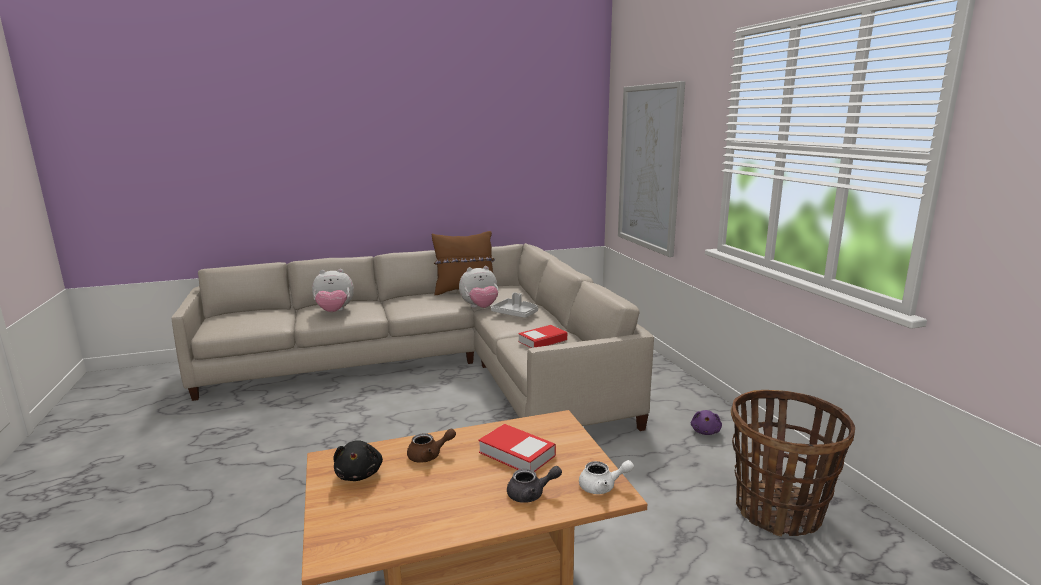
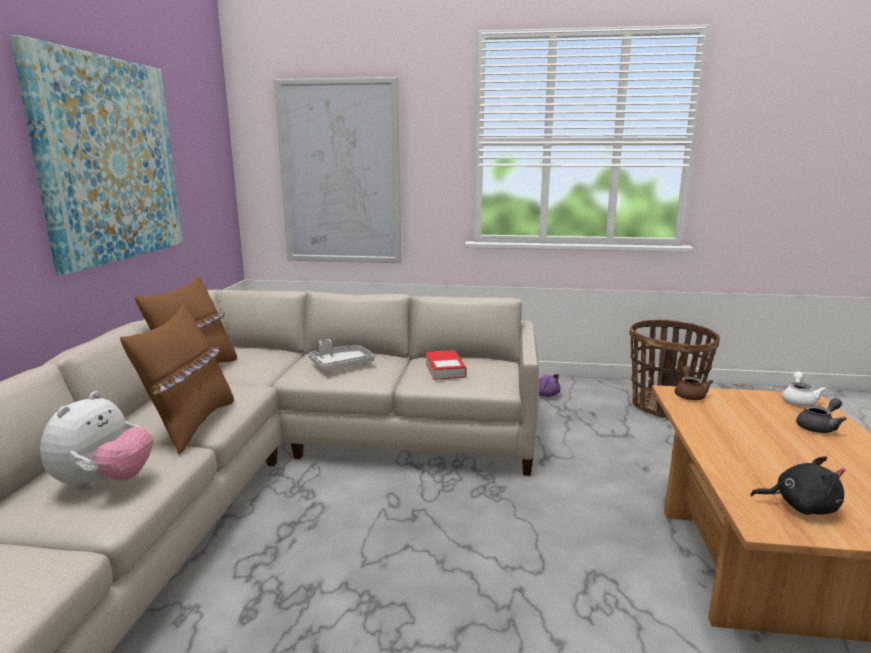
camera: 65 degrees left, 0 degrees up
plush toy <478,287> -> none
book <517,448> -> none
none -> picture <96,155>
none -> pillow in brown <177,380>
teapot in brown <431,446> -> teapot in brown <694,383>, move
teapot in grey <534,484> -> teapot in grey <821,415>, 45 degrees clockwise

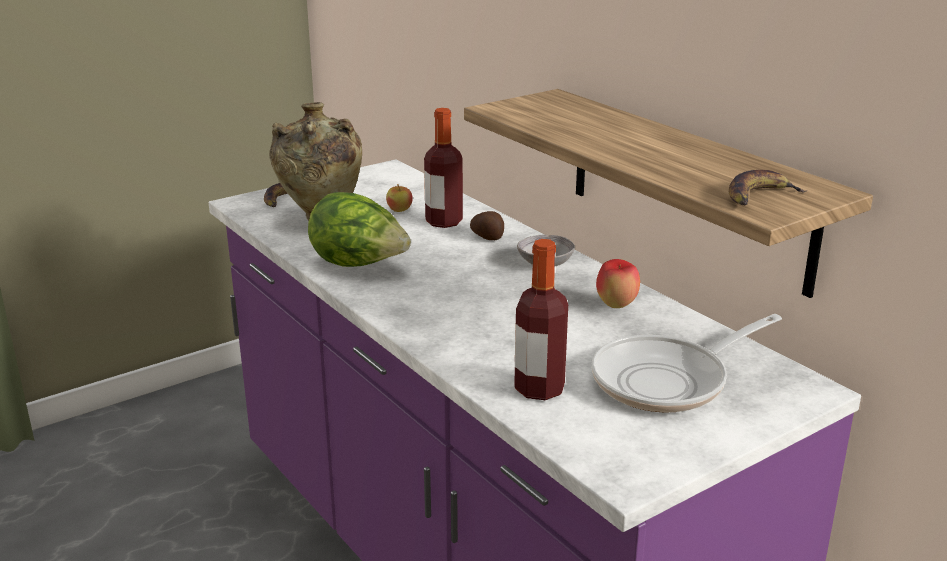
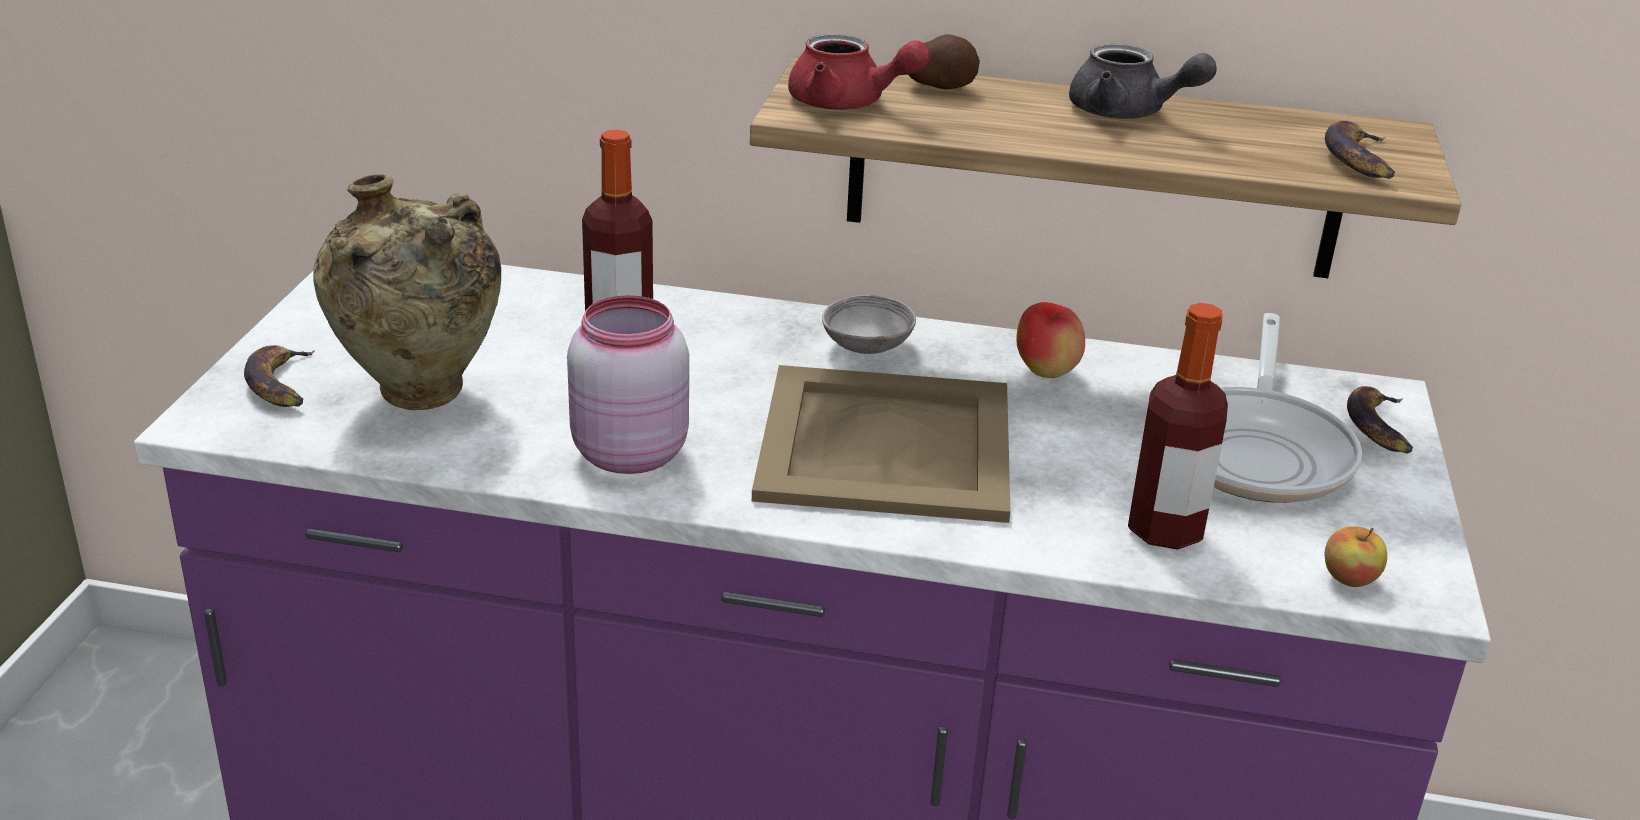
camera: 45 degrees left, 5 degrees up
none -> tray in beige <881,444>
none -> teapot in red <859,72>
none -> teapot in grey <1143,81>
none -> banana <1380,420>
apple <399,198> -> apple <1355,556>, move
potato <487,225> -> potato <944,61>, move
lettuce <359,229> -> jar in pink <628,384>

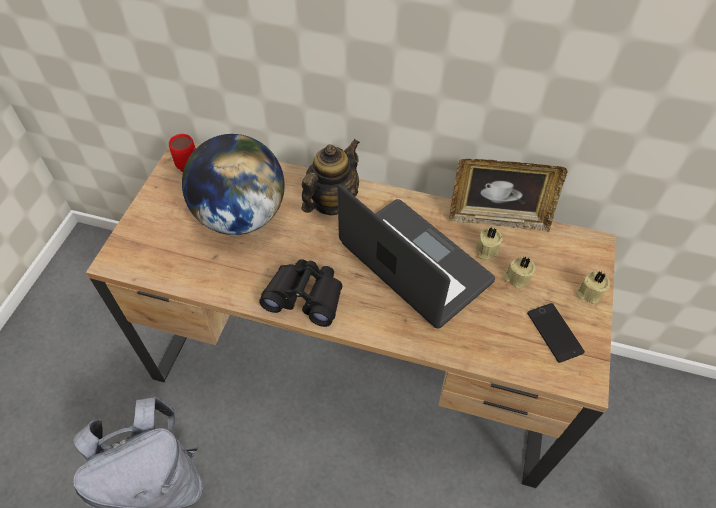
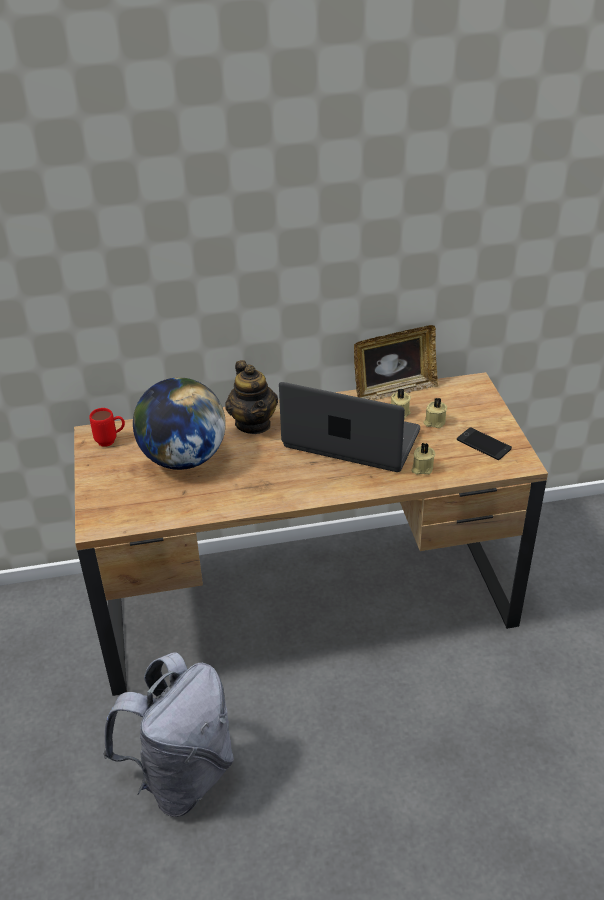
camera: 25 degrees left, 15 degrees down
binoculars in black <301,293> -> none
candle in beige <592,287> -> candle in beige <423,459>, move
teapot <331,177> -> teapot <251,397>, 150 degrees clockwise

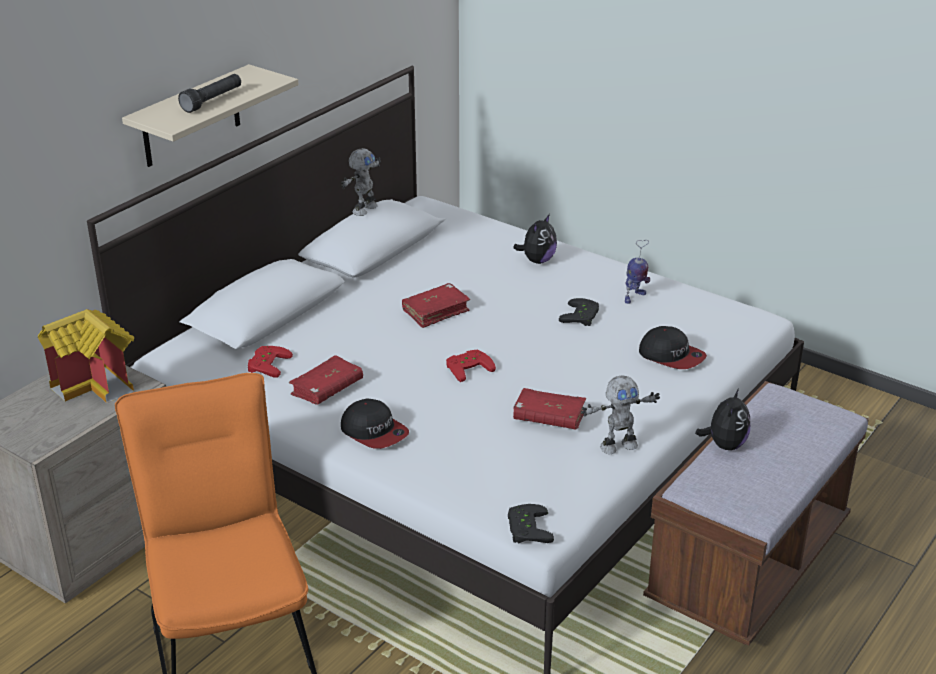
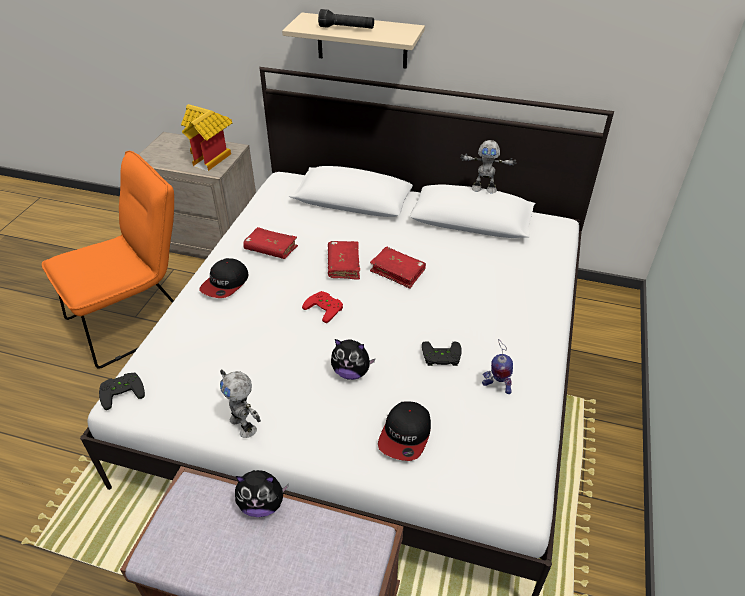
camera: 70 degrees right, 10 degrees up
game controller in red <270,362> -> none
plush toy <535,239> -> plush toy <353,359>, move
book in red <549,409> -> book in red <344,260>, move

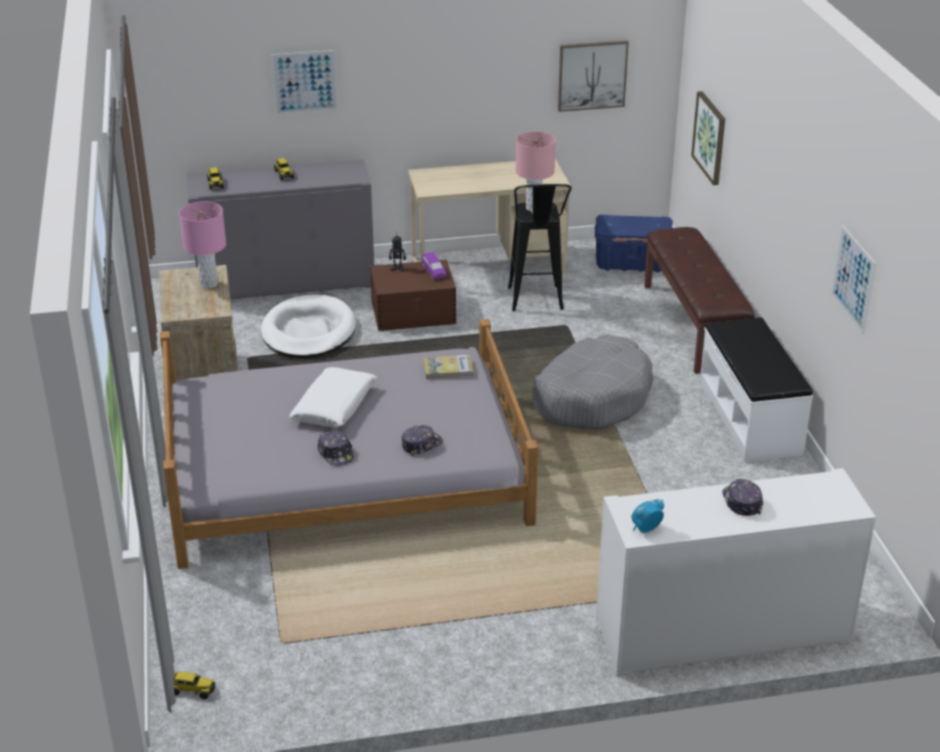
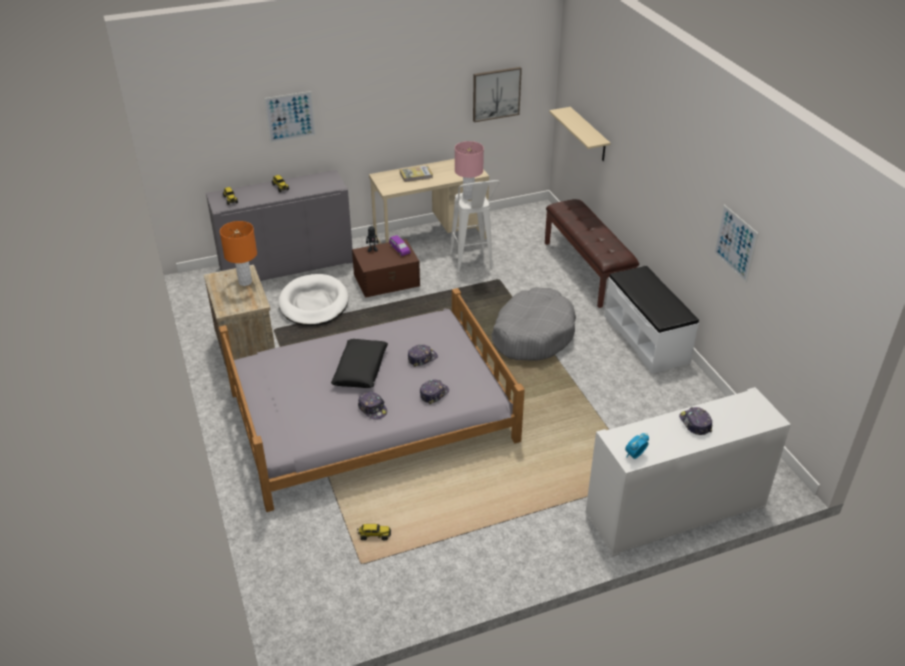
camera: 10 degrees left, 5 degrees up
storage box in blue <634,244> -> none
none -> cap <423,356>
toy truck <195,685> -> toy truck <374,532>, move
book <448,367> -> book <416,173>, move
picture <708,138> -> shelf in beige <580,134>
table lamp in pink <202,245> -> table lamp in orange <238,253>
pillow in white <333,397> -> pillow in black <359,363>
stool in black <540,247> -> stool in white <474,226>

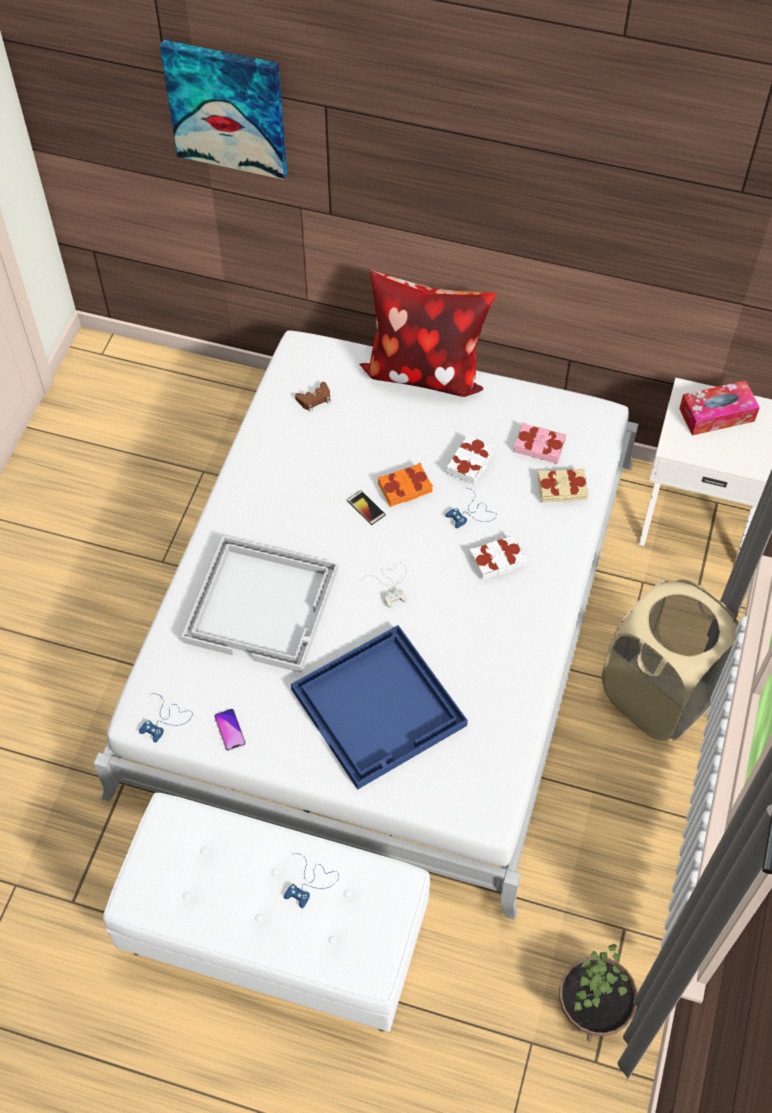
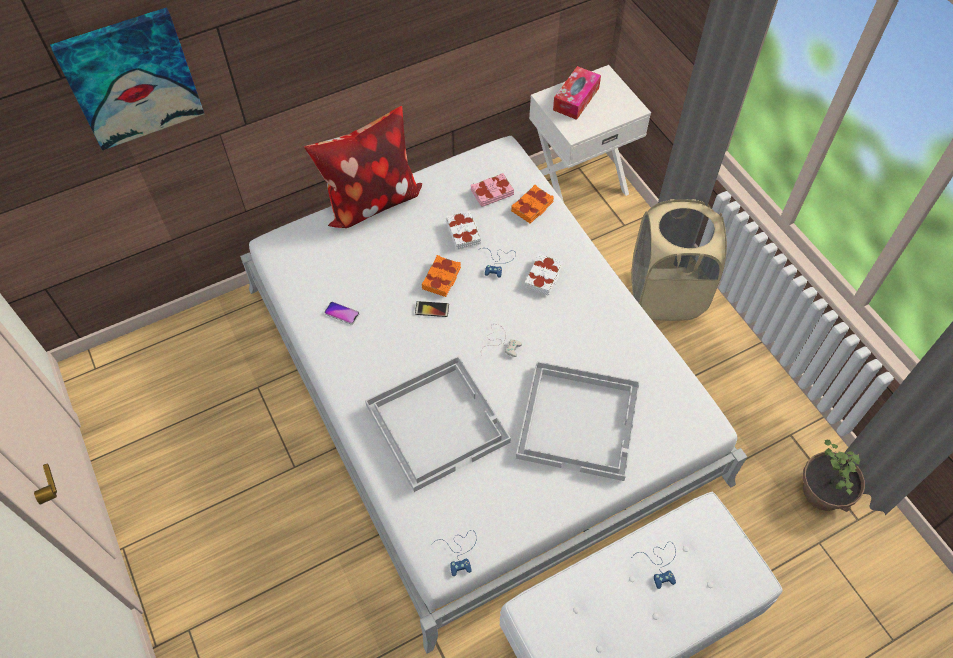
camera: 45 degrees left, 0 degrees up
game controller in brown <312,397> -> none
phone <230,730> -> phone <342,313>, move
tray in blue <379,707> -> tray in white <578,421>
book in beige <563,485> -> book in orange <532,204>

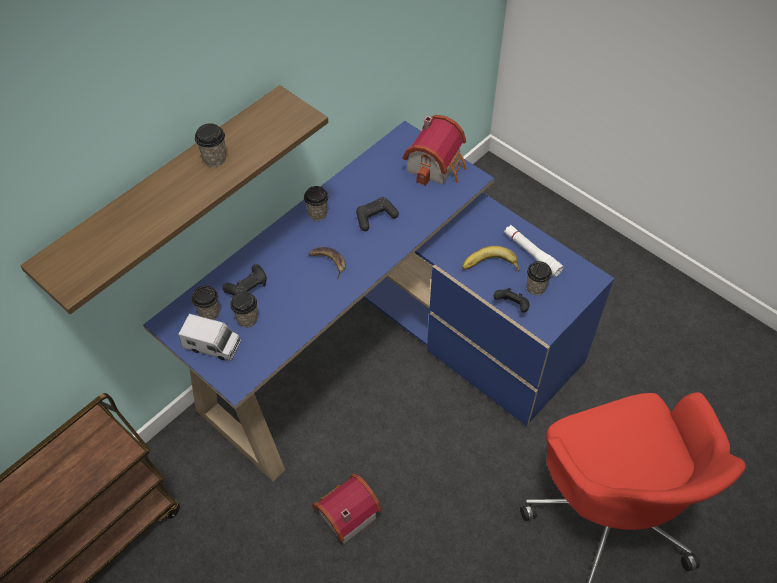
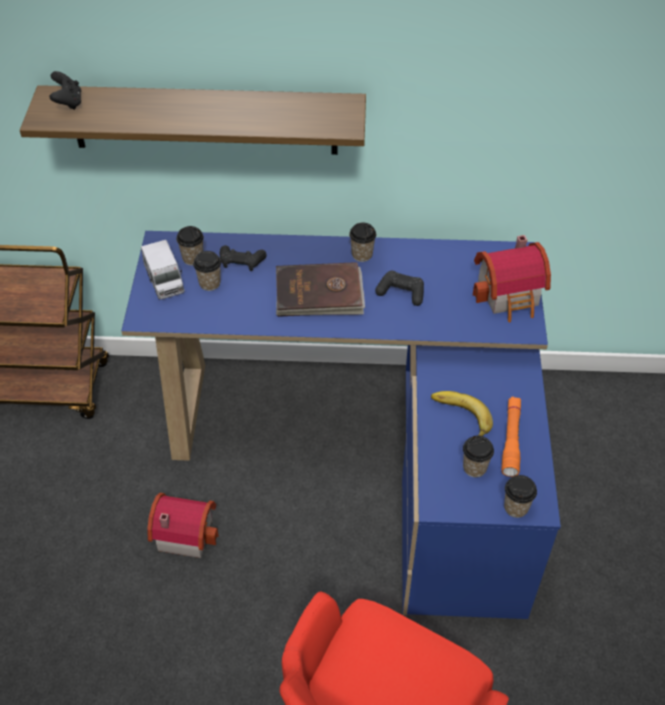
camera: 50 degrees right, 5 degrees down
cup <210,145> -> cup <520,496>, move
game controller in black <512,300> -> game controller in black <65,90>, move
banana <327,263> -> book in brown <320,289>
flashlight in white <534,251> -> flashlight in orange <511,436>

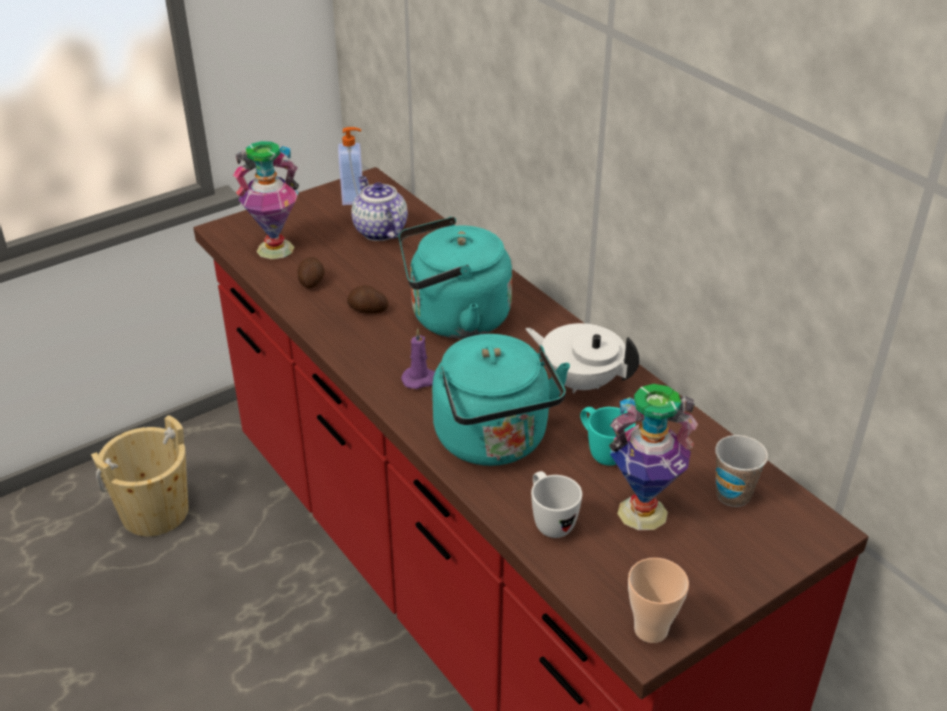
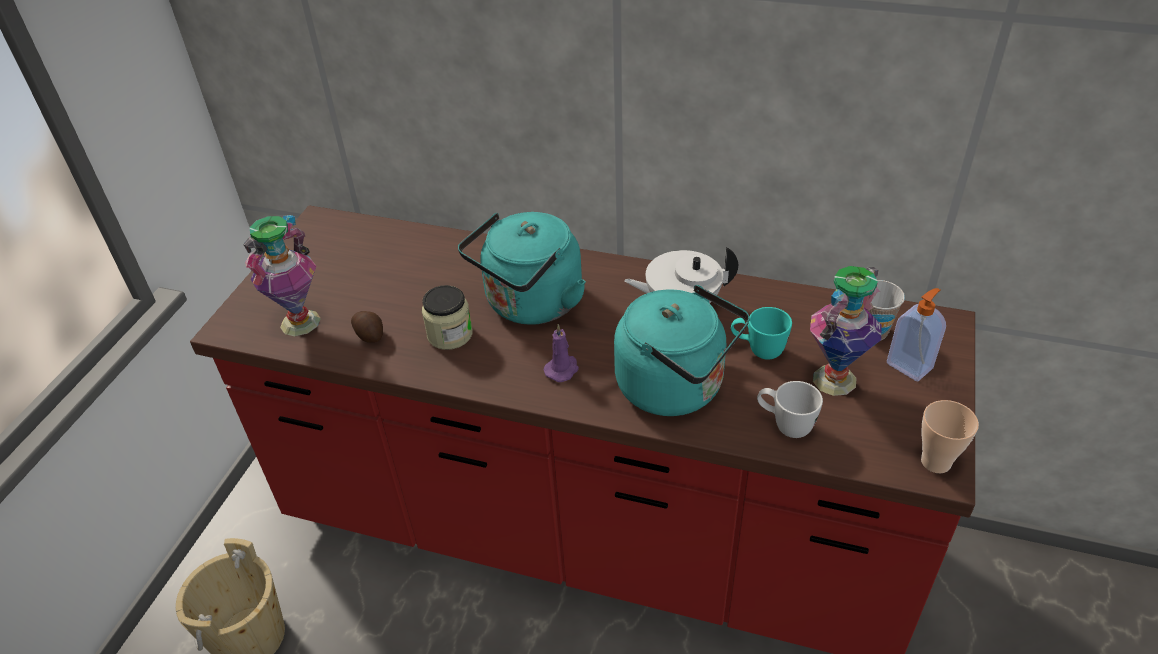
camera: 35 degrees left, 5 degrees up
teapot <379,208> -> none
soap dispenser <350,166> -> soap dispenser <916,334>, move
potato <368,299> -> jar <447,317>

